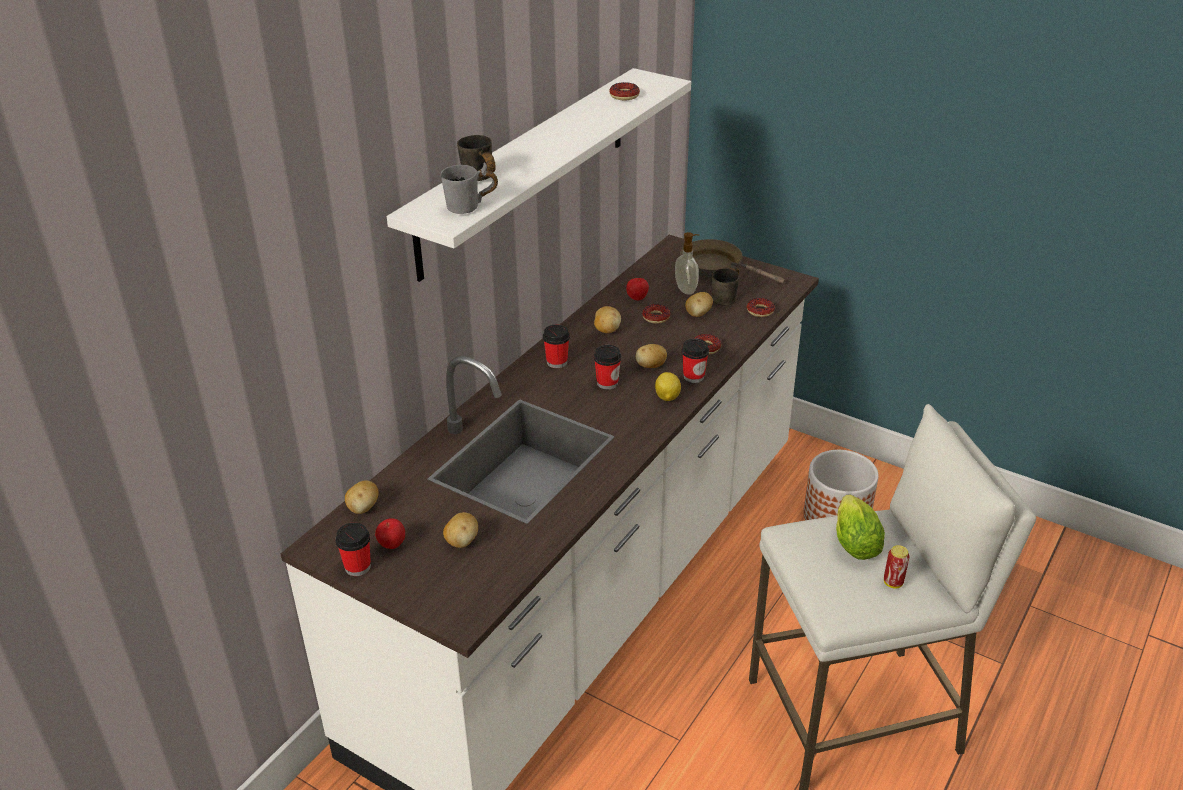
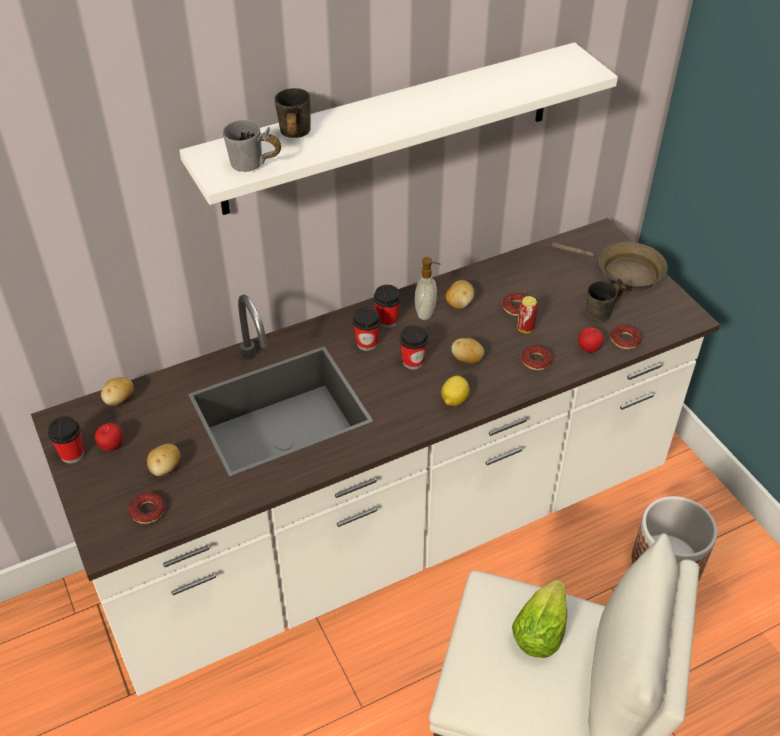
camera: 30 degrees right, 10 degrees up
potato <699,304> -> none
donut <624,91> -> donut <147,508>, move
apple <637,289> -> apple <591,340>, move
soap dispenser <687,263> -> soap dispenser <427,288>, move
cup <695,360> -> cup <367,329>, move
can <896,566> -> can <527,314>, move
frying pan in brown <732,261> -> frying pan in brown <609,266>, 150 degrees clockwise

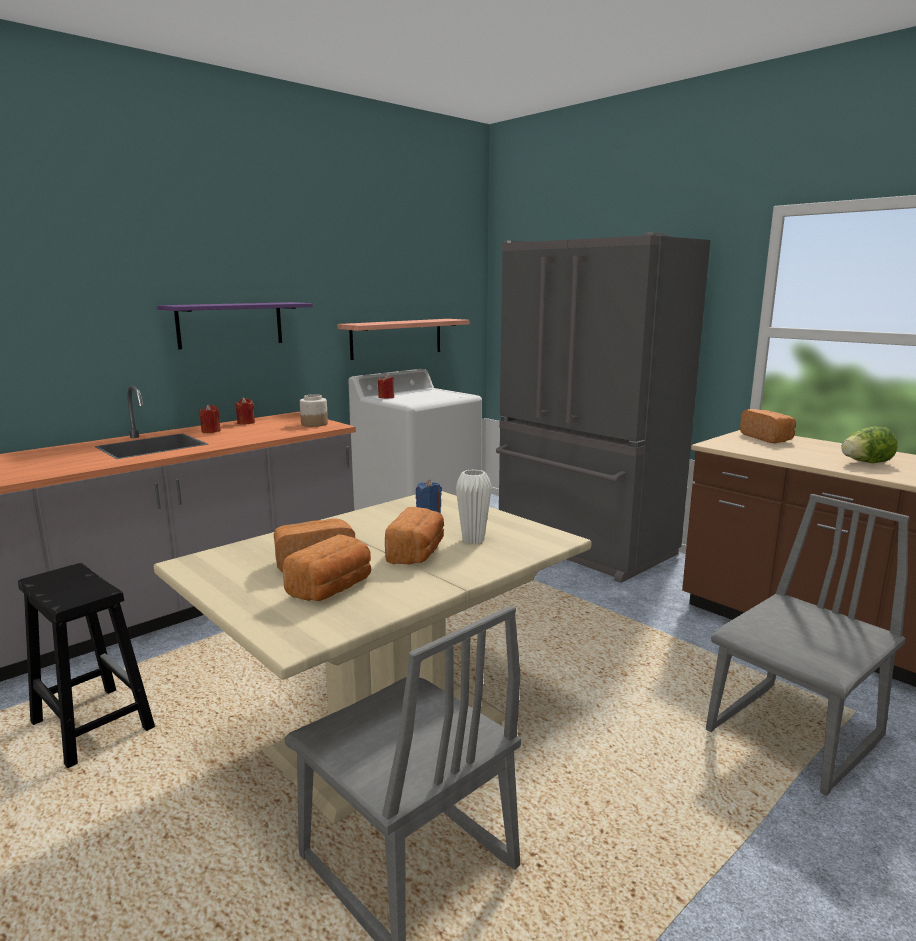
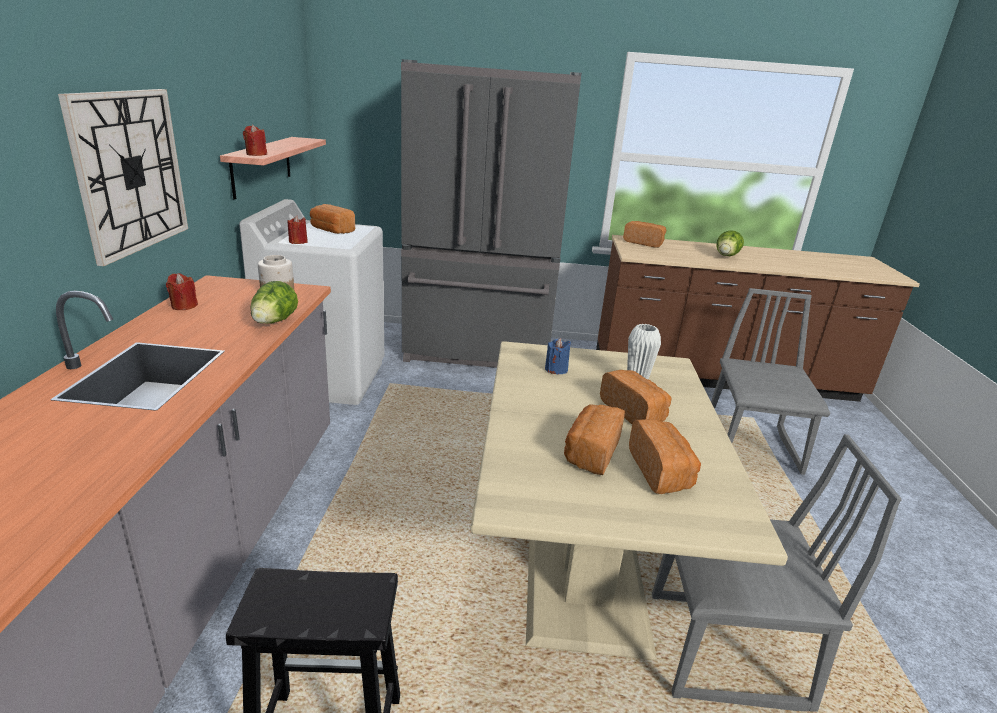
camera: 45 degrees left, 10 degrees up
none -> lettuce <274,302>
none -> bread <332,219>
candle in red <210,418> -> candle in red <255,140>, move
shelf in purple <235,326> -> wall clock <123,177>

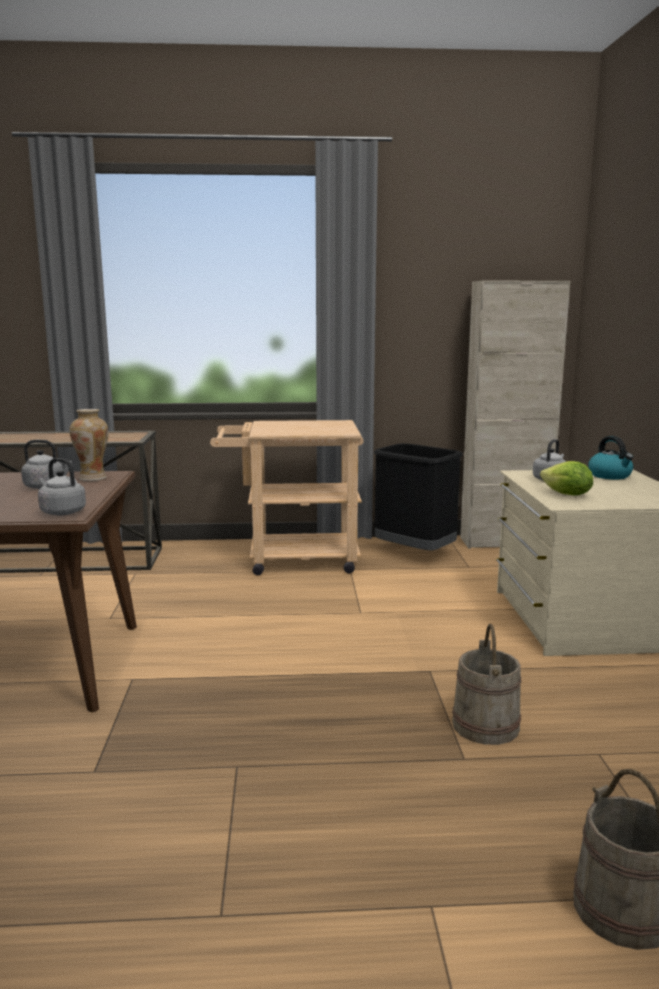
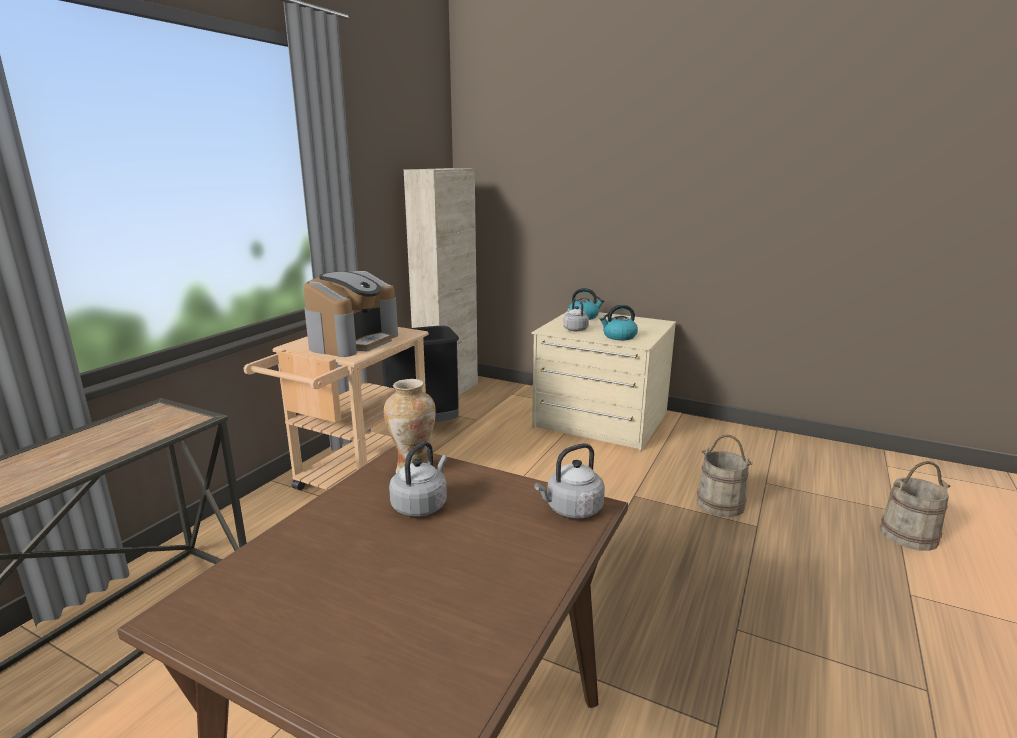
camera: 60 degrees left, 5 degrees up
none -> coffee machine <351,314>
lettuce <566,478> -> kettle <619,322>

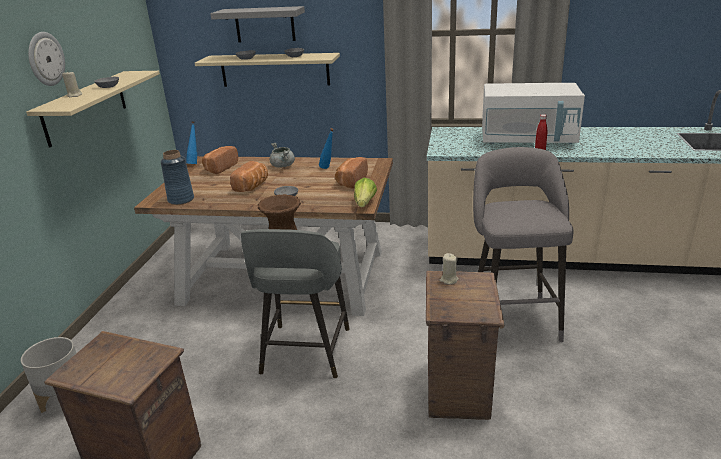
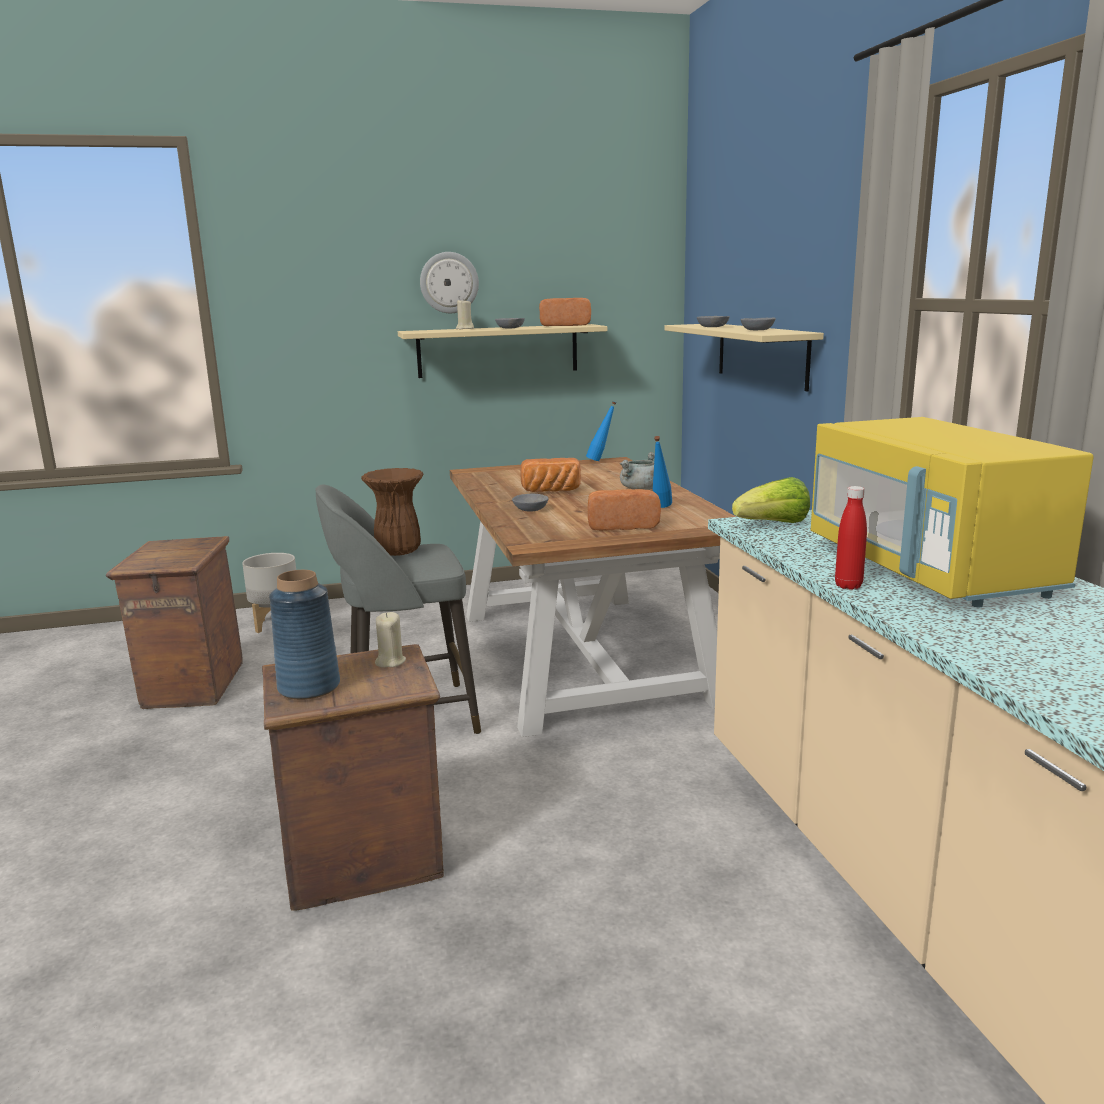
camera: 65 degrees right, 10 degrees down
shelf in grey <257,24> -> none
stool in grey <523,244> -> none
vase in blue <177,177> -> vase in blue <304,635>, move
bread <220,160> -> bread <565,312>, move
lettuce <365,192> -> lettuce <771,500>, move
microwave in white <533,113> -> microwave in yellow <952,512>

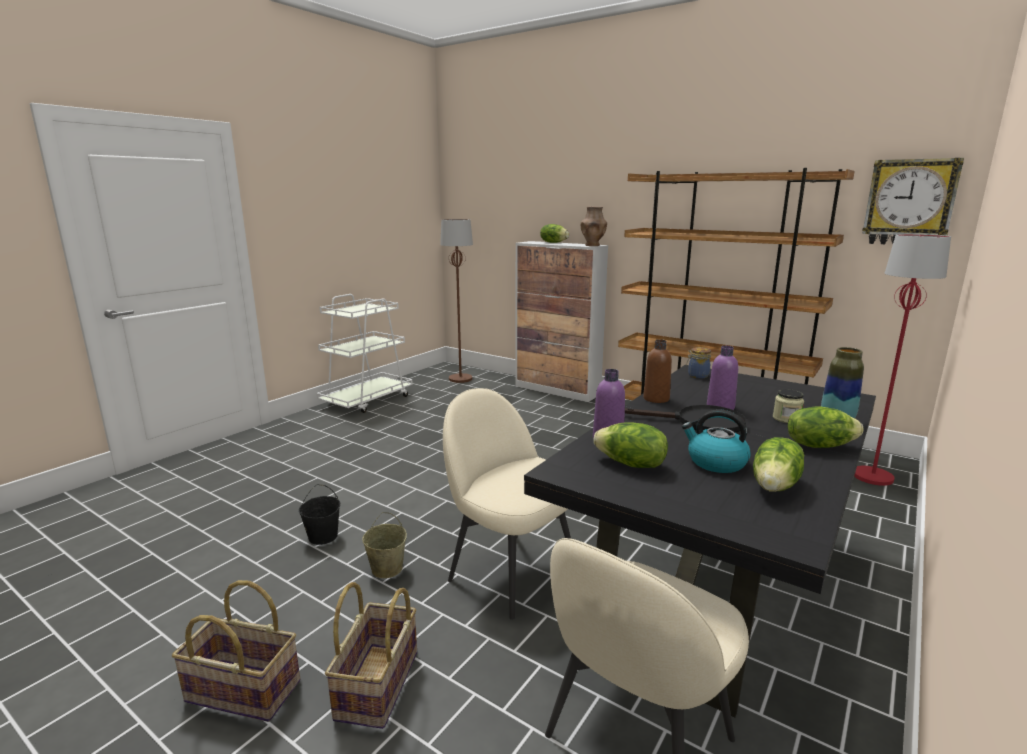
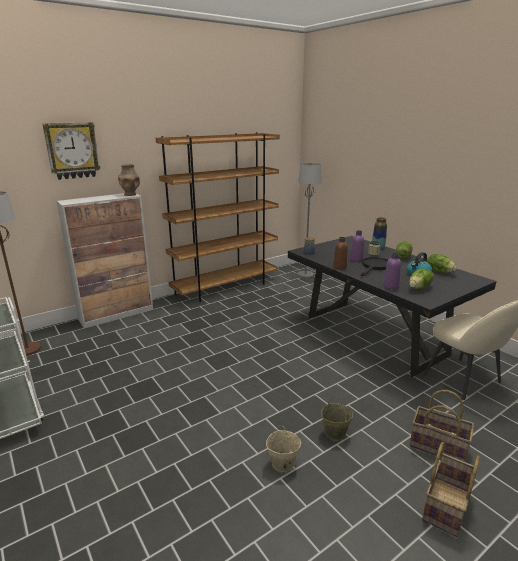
camera: 70 degrees left, 5 degrees up
chair in beige <507,504> -> none
lettuce <554,233> -> none
wall clock <913,201> -> wall clock <71,151>, move
bucket in black <319,514> -> bucket in beige <283,448>
floor lamp in red <902,360> -> floor lamp in grey <309,220>

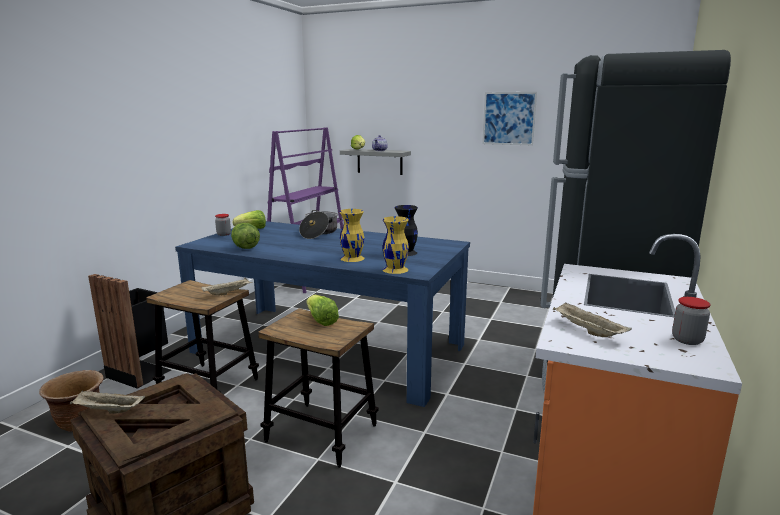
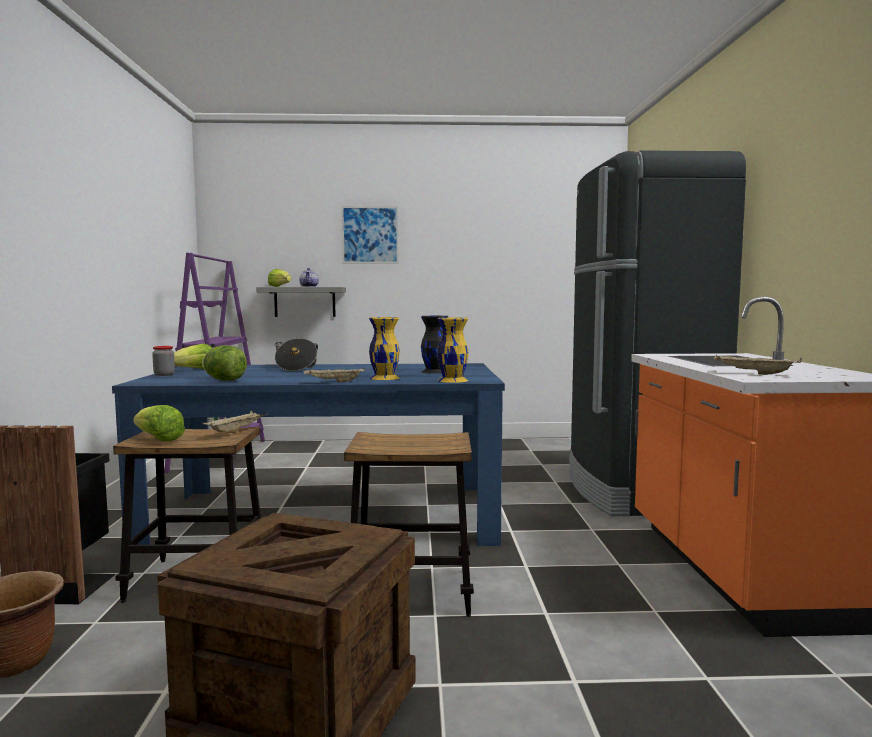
camera: 25 degrees left, 10 degrees down
jar <691,321> -> none
tray in beige <107,402> -> tray in beige <334,374>, move
lettuce <323,310> -> lettuce <159,423>, move
picture <509,118> -> picture <370,234>, move

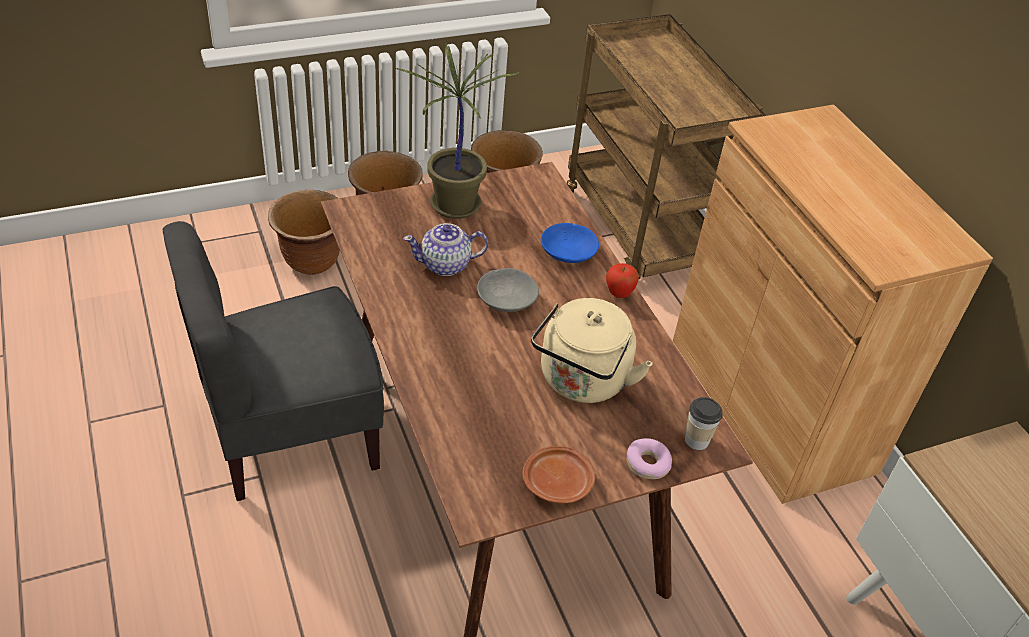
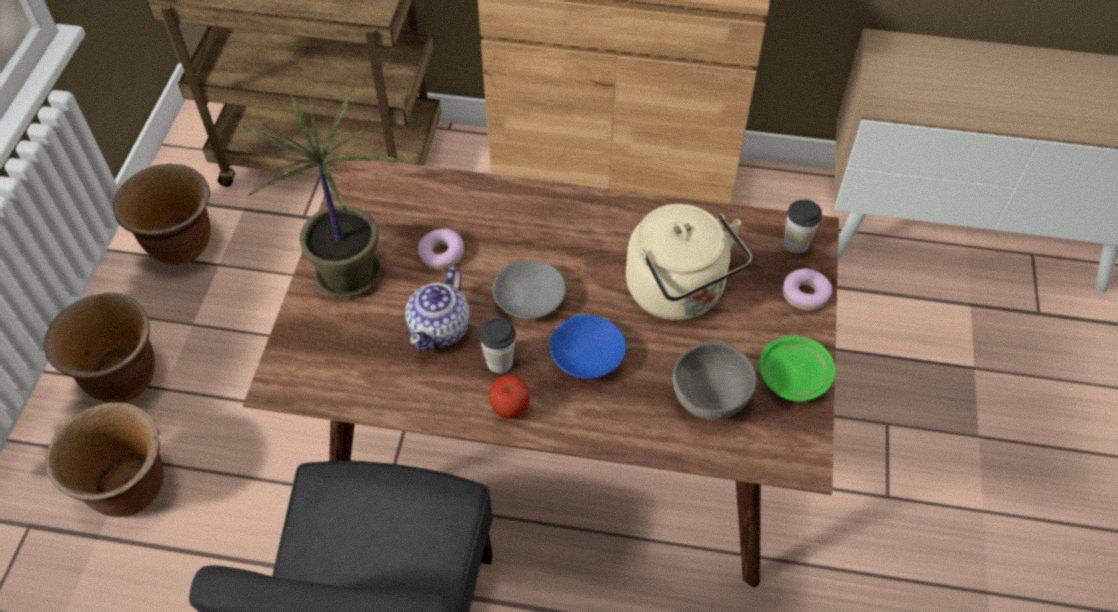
camera: 55 degrees left, 10 degrees up
none -> donut <441,249>
none -> cup <497,345>
none -> bowl in grey <714,381>
bowl in blue <570,243> -> bowl in blue <588,347>, move
apple <622,280> -> apple <509,397>, move
plate in brown <558,475> -> plate in green <797,368>

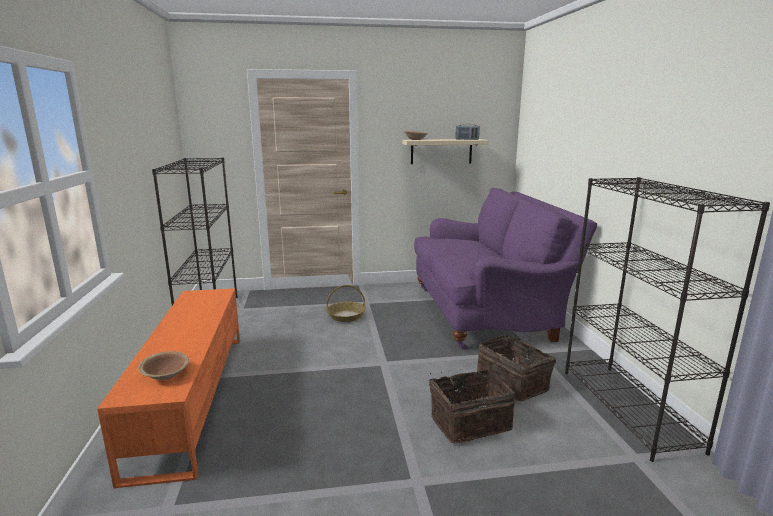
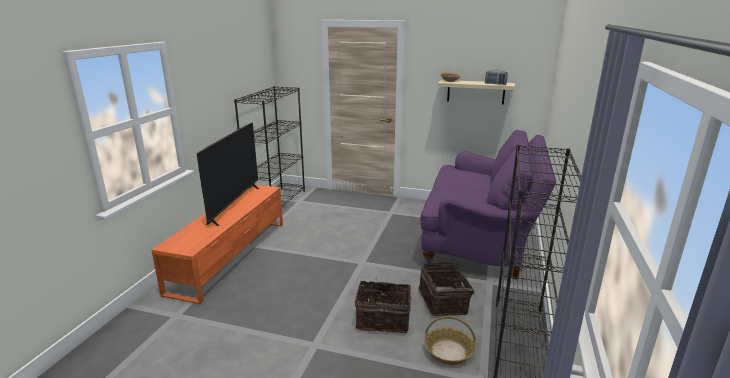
camera: 25 degrees right, 5 degrees up
bowl in brown <163,365> -> none
none -> television <228,174>
basket <346,303> -> basket <450,340>, move

